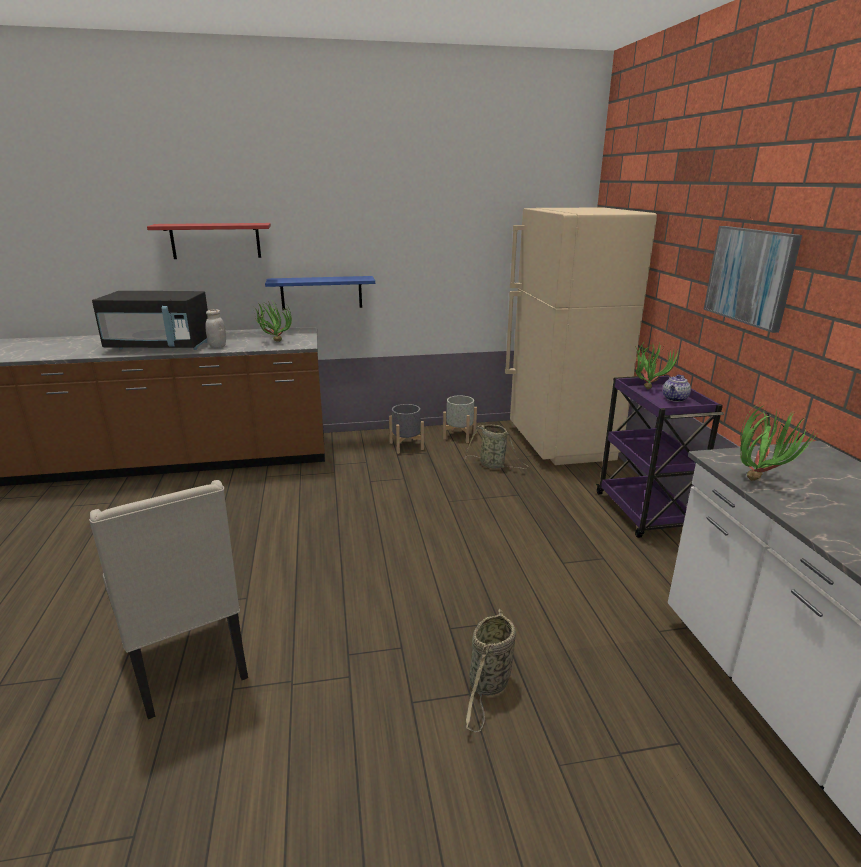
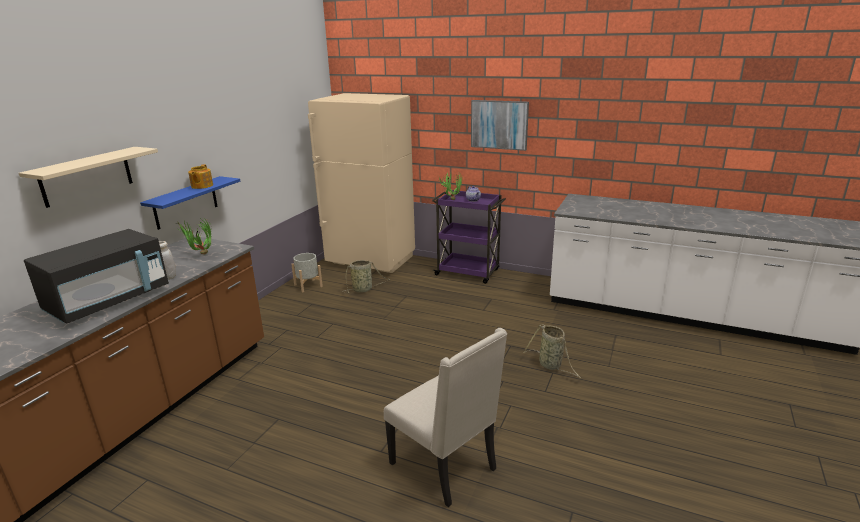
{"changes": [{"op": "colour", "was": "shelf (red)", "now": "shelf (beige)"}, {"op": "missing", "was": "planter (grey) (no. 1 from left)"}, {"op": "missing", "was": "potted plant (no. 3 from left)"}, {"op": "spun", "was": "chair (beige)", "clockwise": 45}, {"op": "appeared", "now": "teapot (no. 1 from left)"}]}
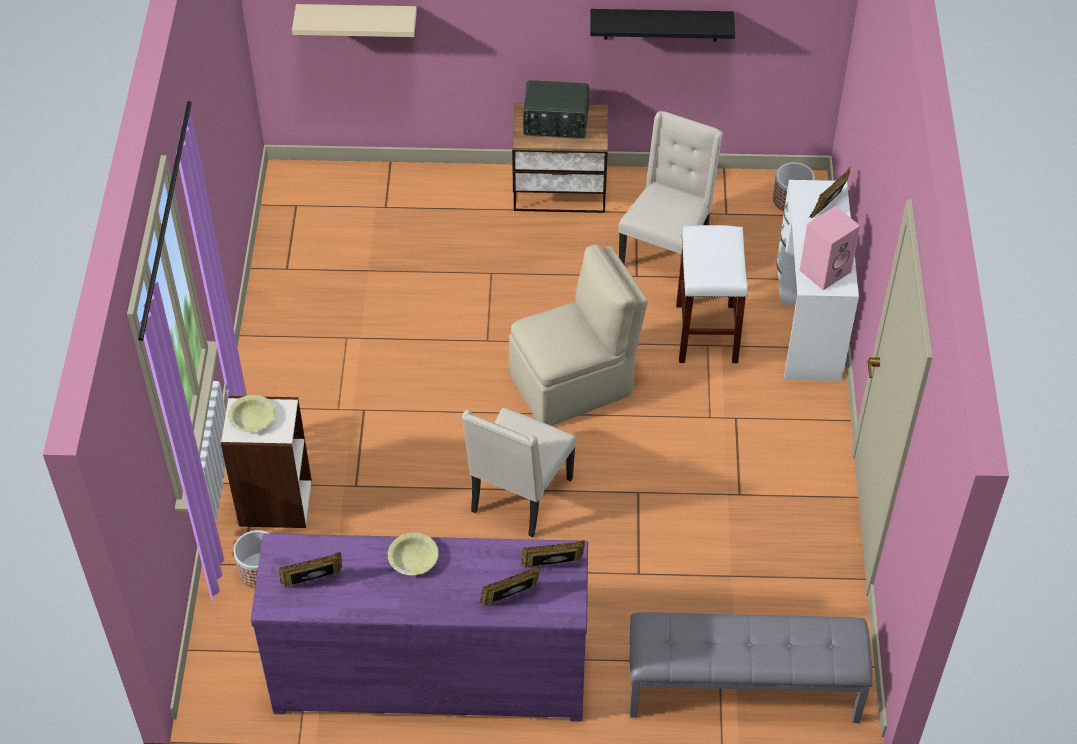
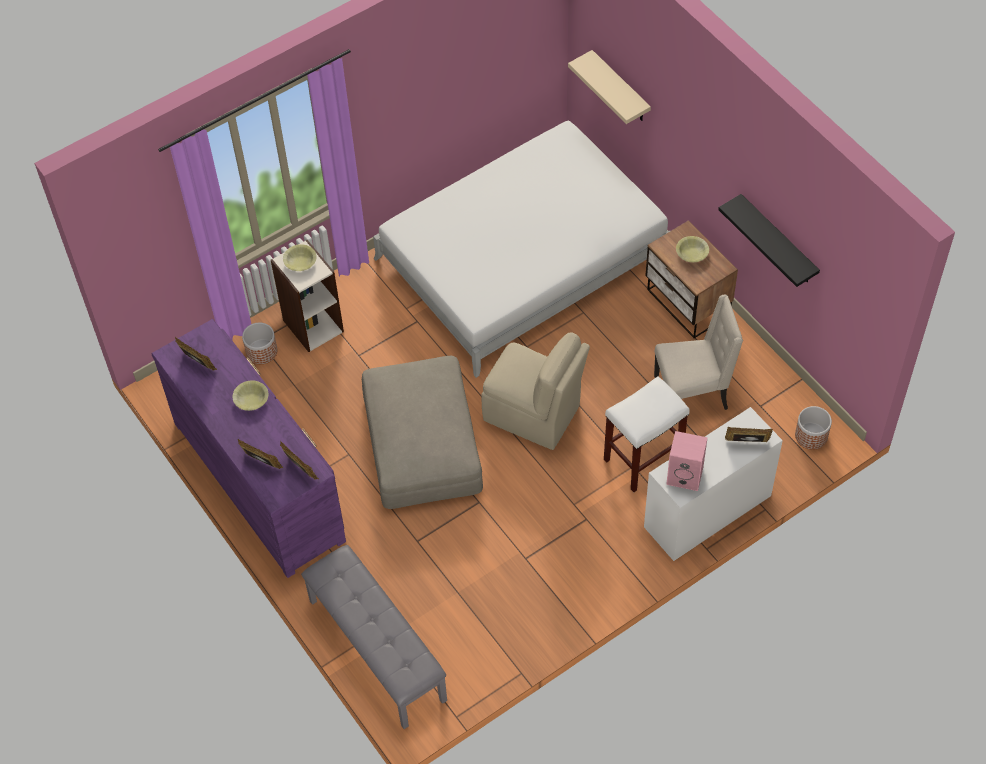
{"changes": [{"op": "exchanged", "was": "radio", "now": "bowl (yellow) (no. 3 from left)"}, {"op": "exchanged", "was": "chair (beige) (no. 1 from left)", "now": "ottoman (beige)"}, {"op": "appeared", "now": "bed (white)"}]}
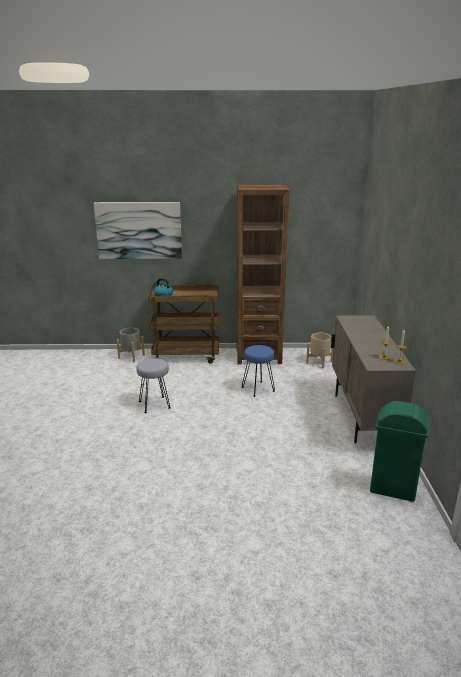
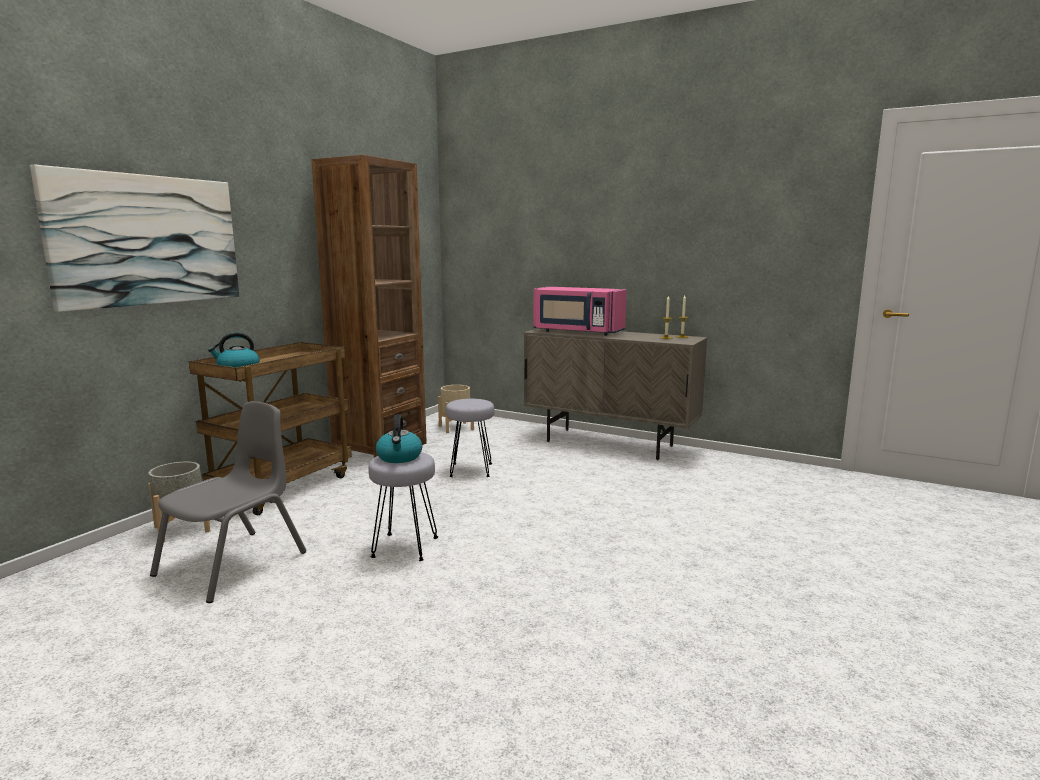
{"changes": [{"op": "colour", "was": "stool (blue)", "now": "stool (grey) (no. 2 from left)"}, {"op": "missing", "was": "trash can (green)"}, {"op": "appeared", "now": "microwave (pink)"}, {"op": "appeared", "now": "chair (grey)"}, {"op": "appeared", "now": "kettle (no. 2 from left)"}]}
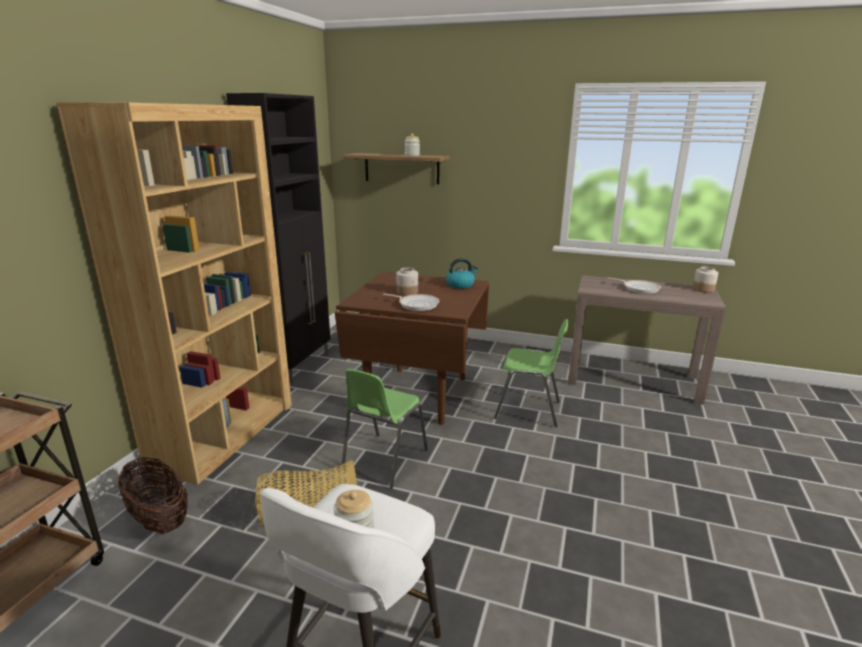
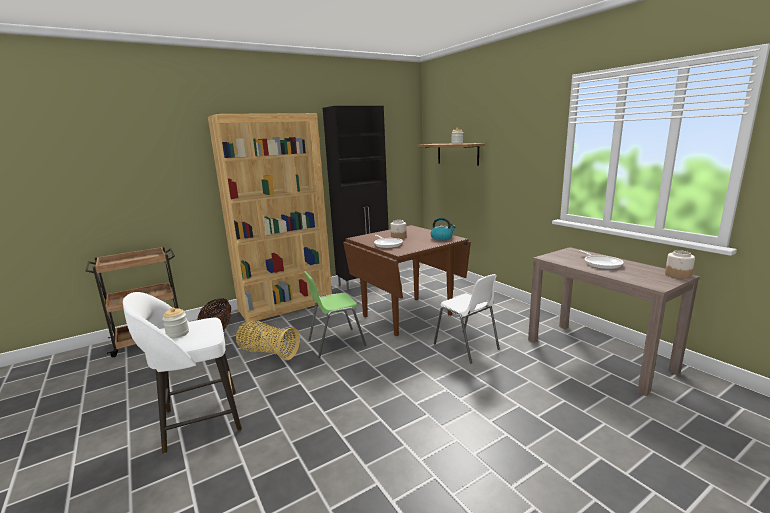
{"changes": [{"op": "colour", "was": "chair (green) (no. 2 from left)", "now": "chair (white)"}]}
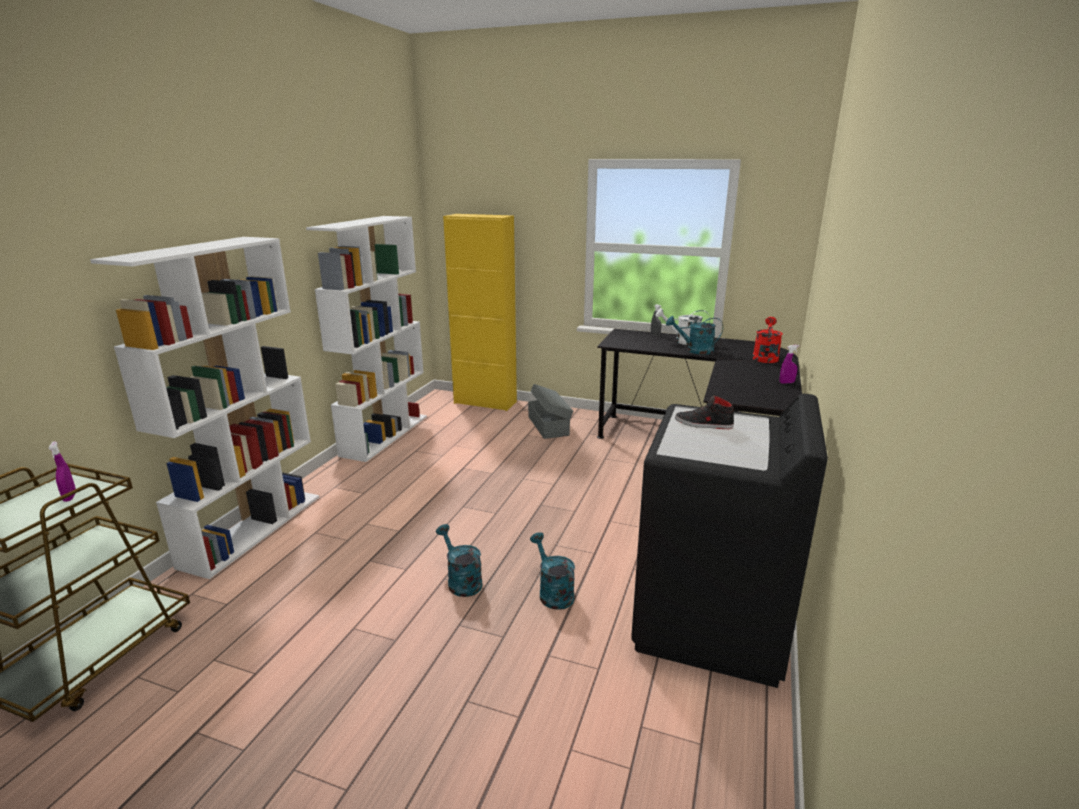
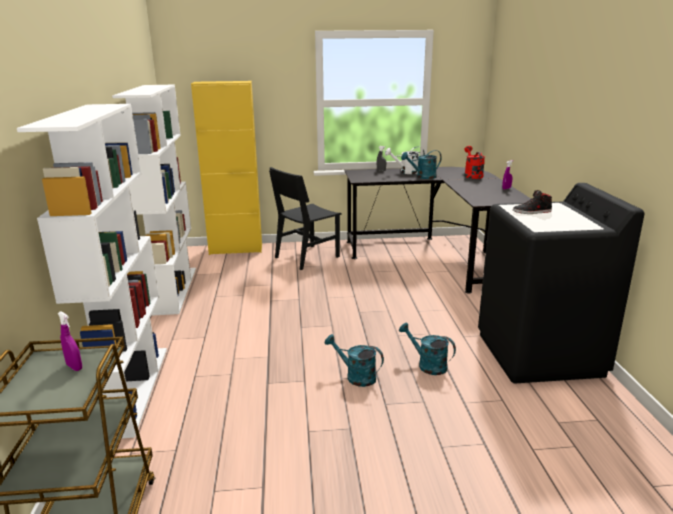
{"changes": [{"op": "exchanged", "was": "storage box (grey)", "now": "chair (black)"}]}
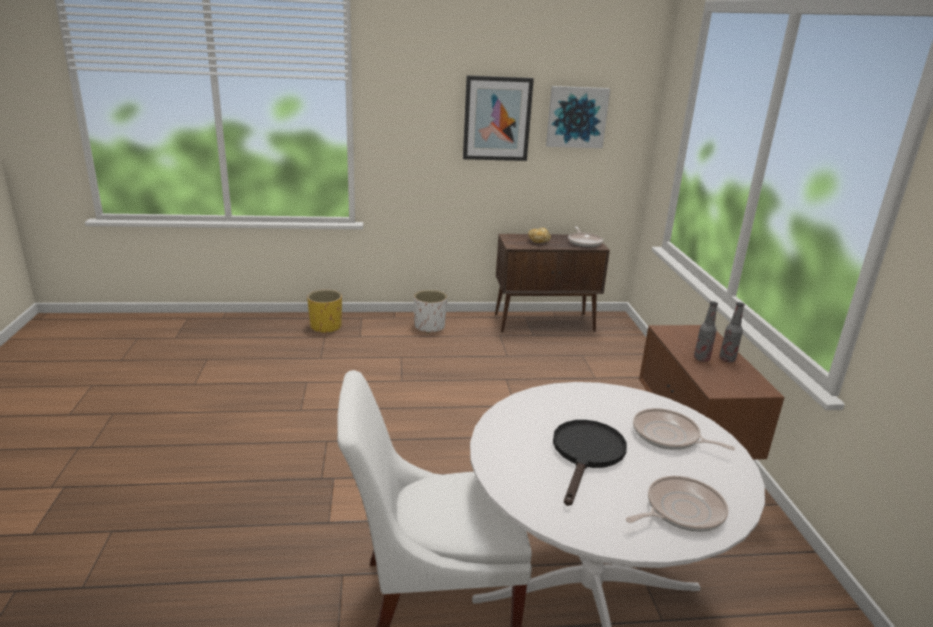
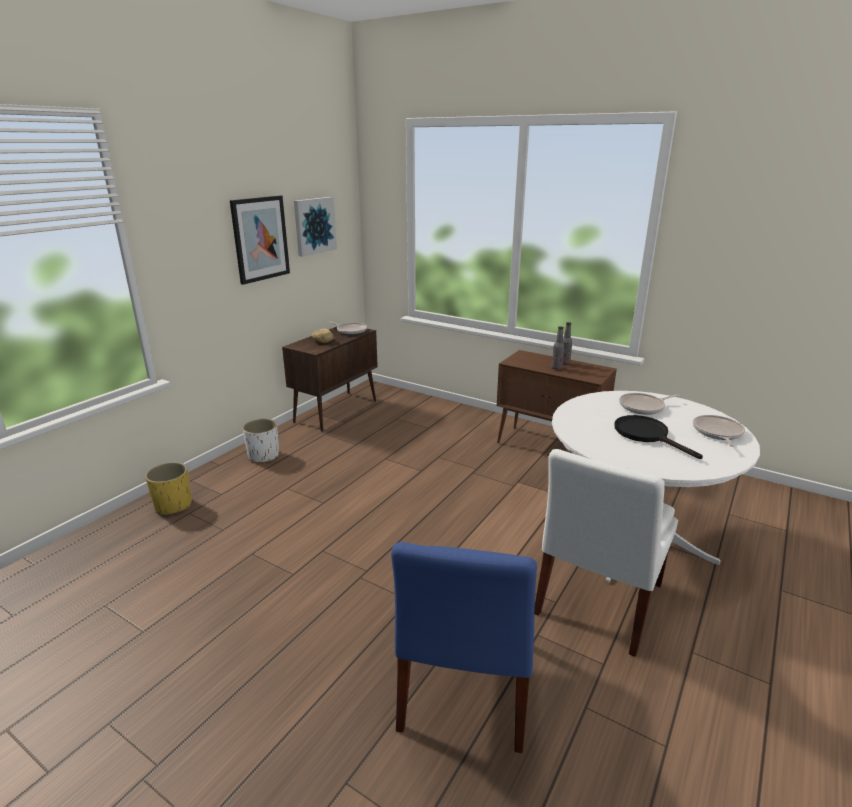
{"changes": [{"op": "appeared", "now": "chair (blue)"}]}
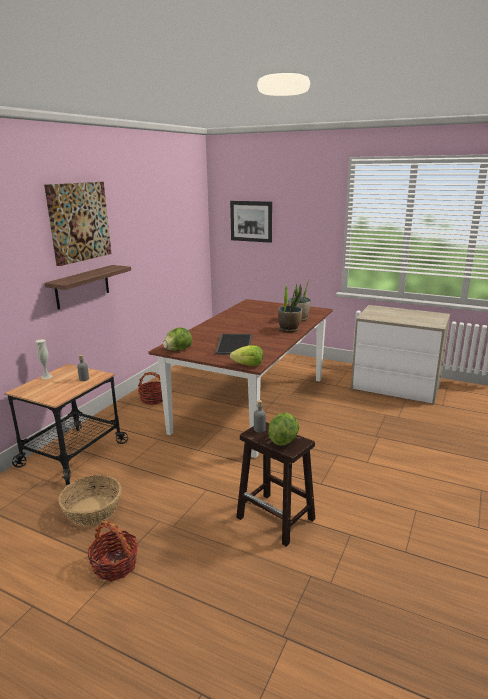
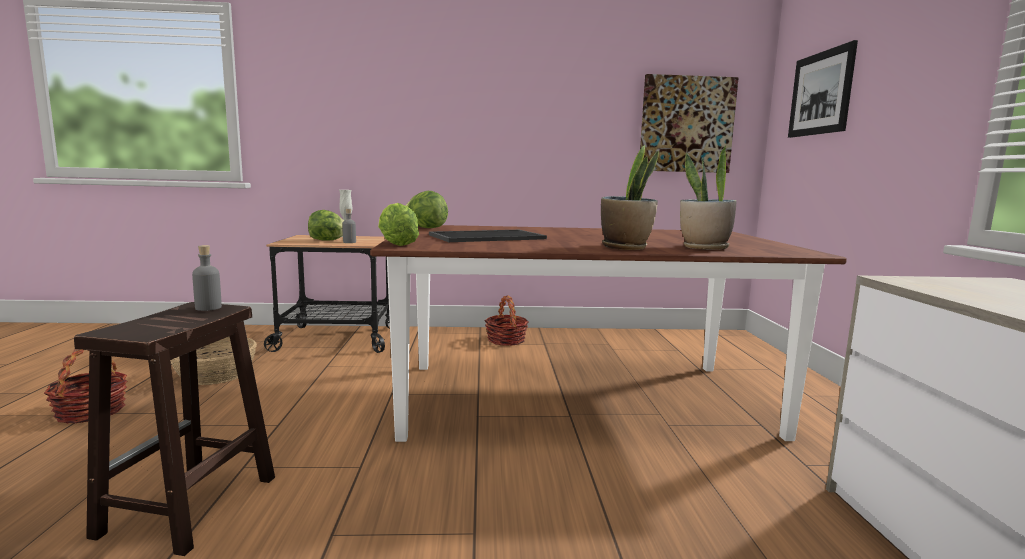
{"changes": [{"op": "relocated", "was": "picture (no. 1 from left)"}, {"op": "missing", "was": "shelf"}, {"op": "relocated", "was": "lettuce (no. 3 from left in the first image)", "now": "lettuce (no. 1 from left)"}]}
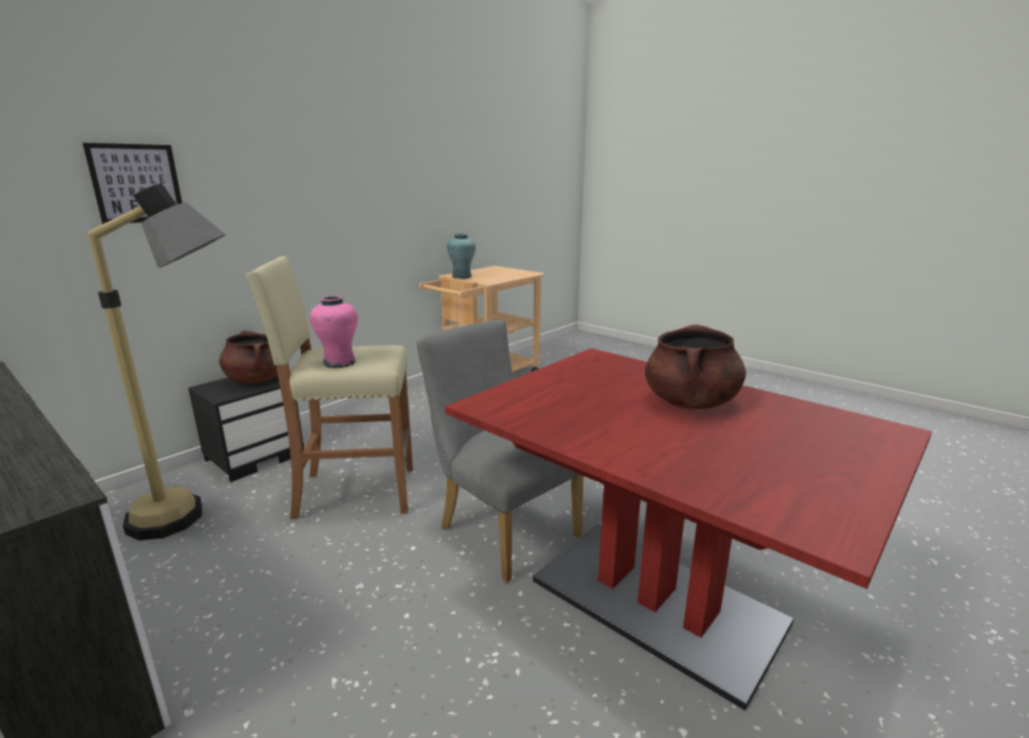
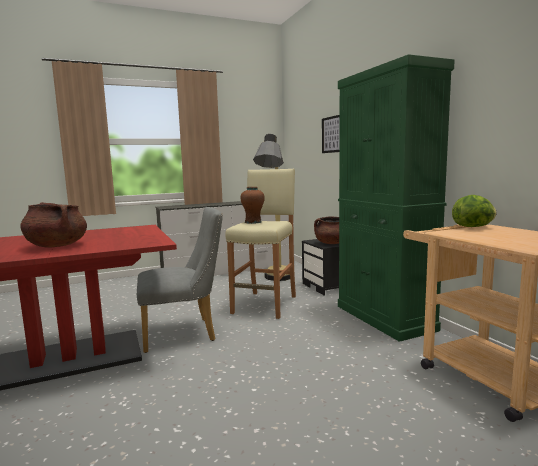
{"changes": [{"op": "exchanged", "was": "vase (turquoise)", "now": "lettuce"}, {"op": "colour", "was": "vase (pink)", "now": "vase (brown)"}, {"op": "appeared", "now": "cabinet (green)"}]}
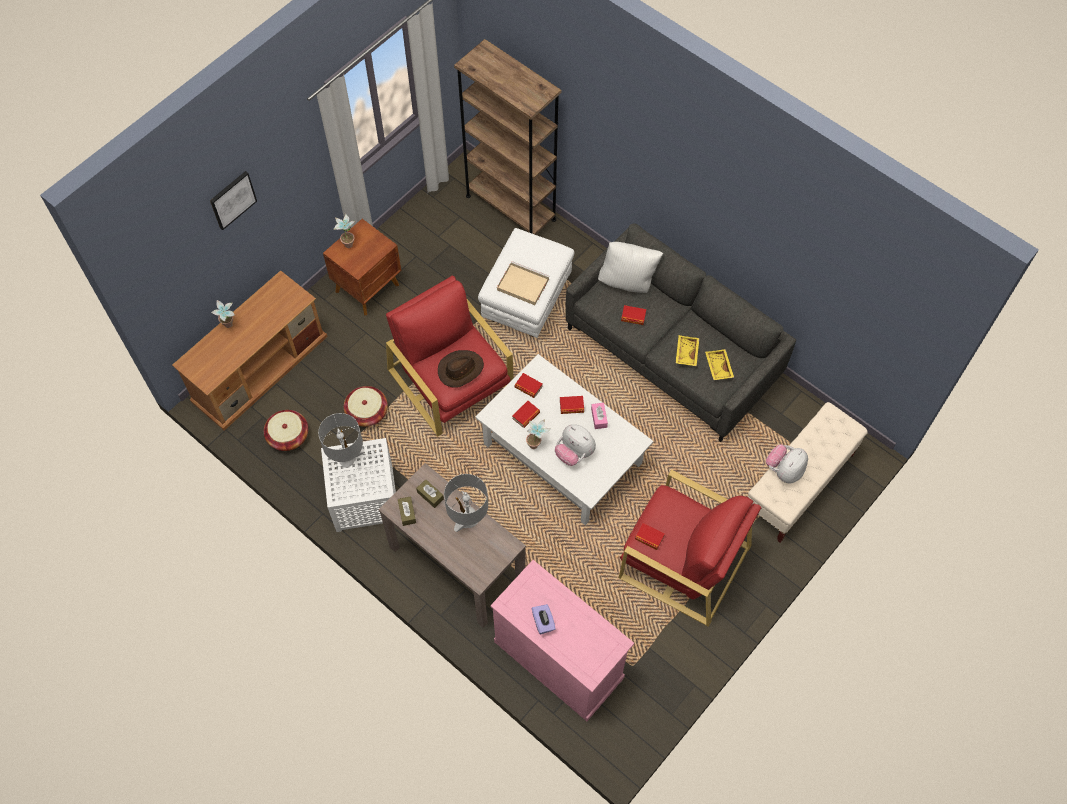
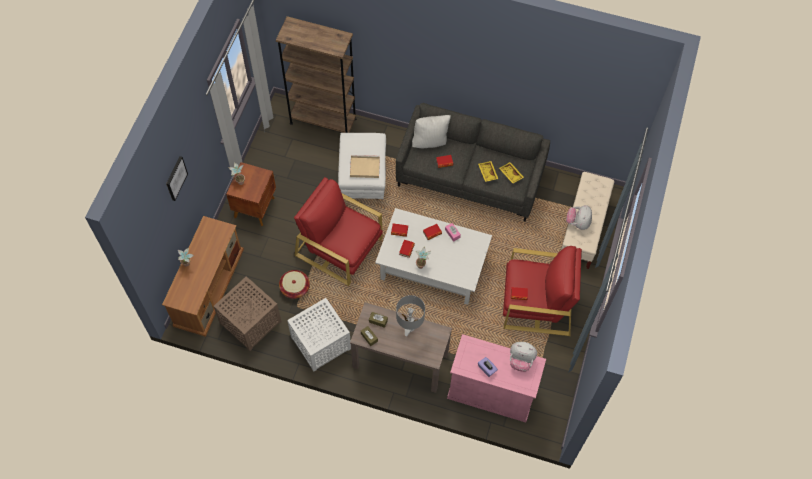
{"changes": [{"op": "missing", "was": "hat (brown)"}, {"op": "exchanged", "was": "basket (no. 1 from left)", "now": "side table (brown)"}, {"op": "missing", "was": "table lamp (grey) (no. 1 from left)"}, {"op": "relocated", "was": "plush toy (no. 1 from left)"}]}
